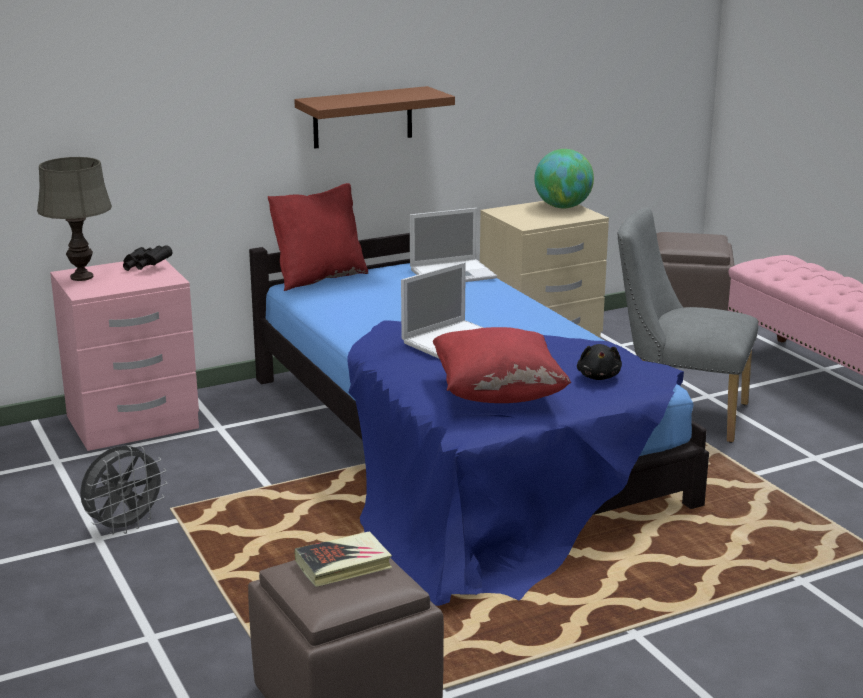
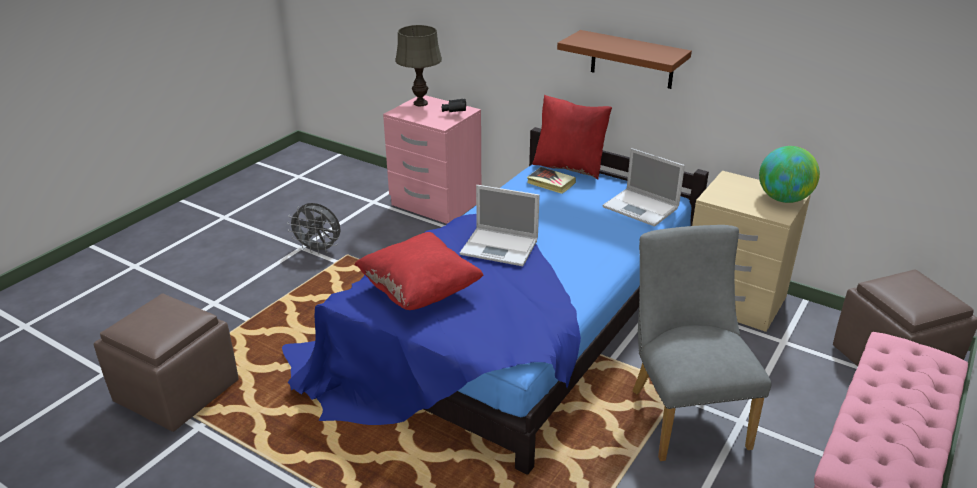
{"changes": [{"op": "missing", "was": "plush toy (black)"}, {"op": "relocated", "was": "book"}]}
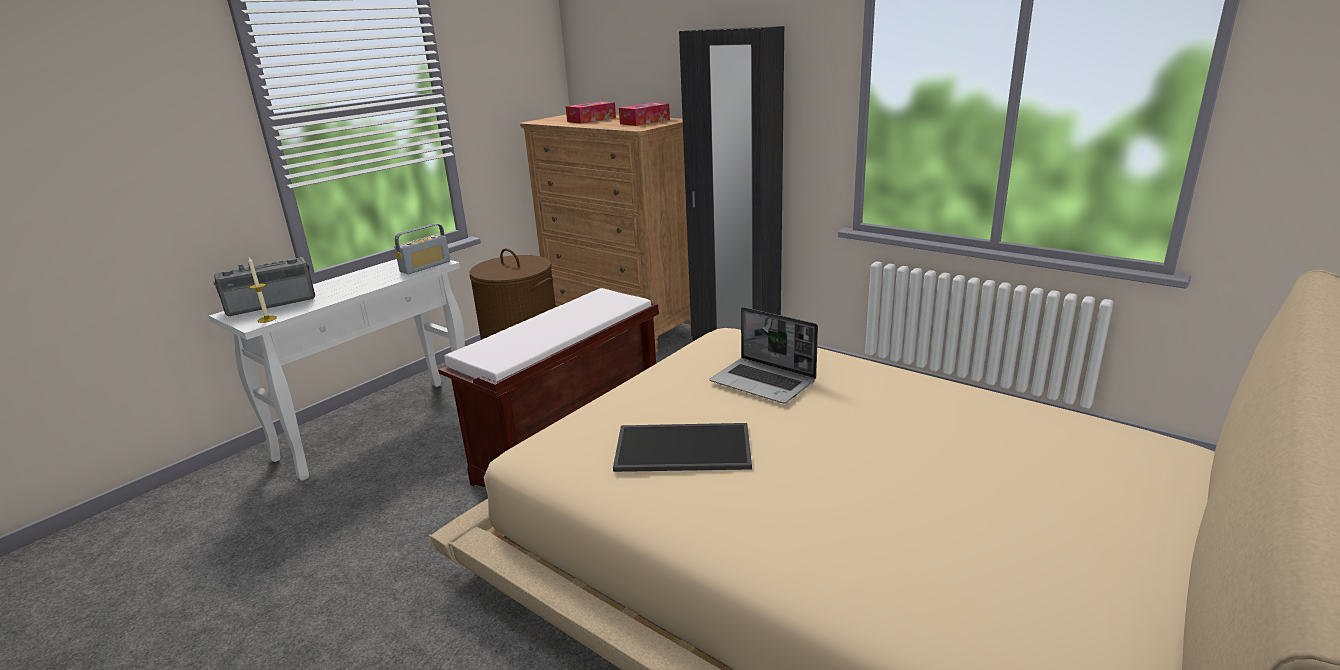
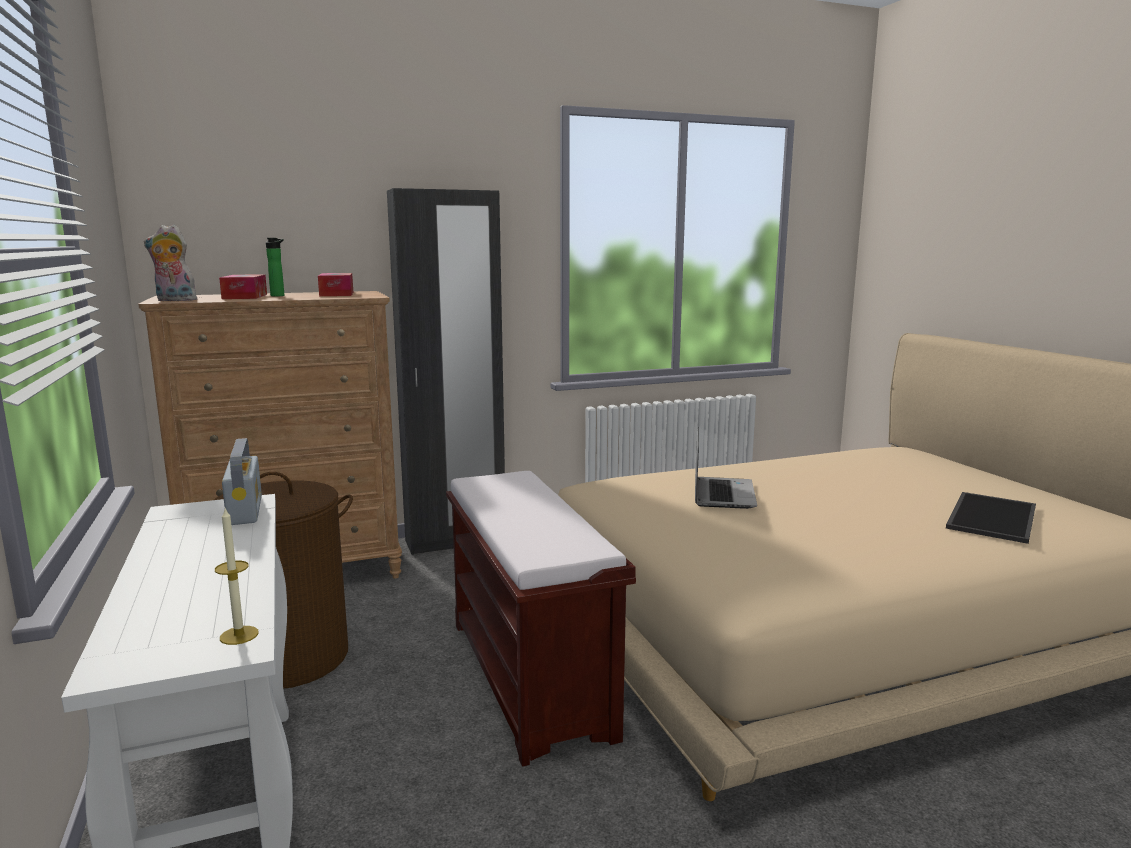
{"changes": [{"op": "missing", "was": "radio (no. 1 from left)"}, {"op": "spun", "was": "laptop", "clockwise": -60}, {"op": "relocated", "was": "tray"}, {"op": "appeared", "now": "plush toy"}, {"op": "appeared", "now": "bottle"}]}
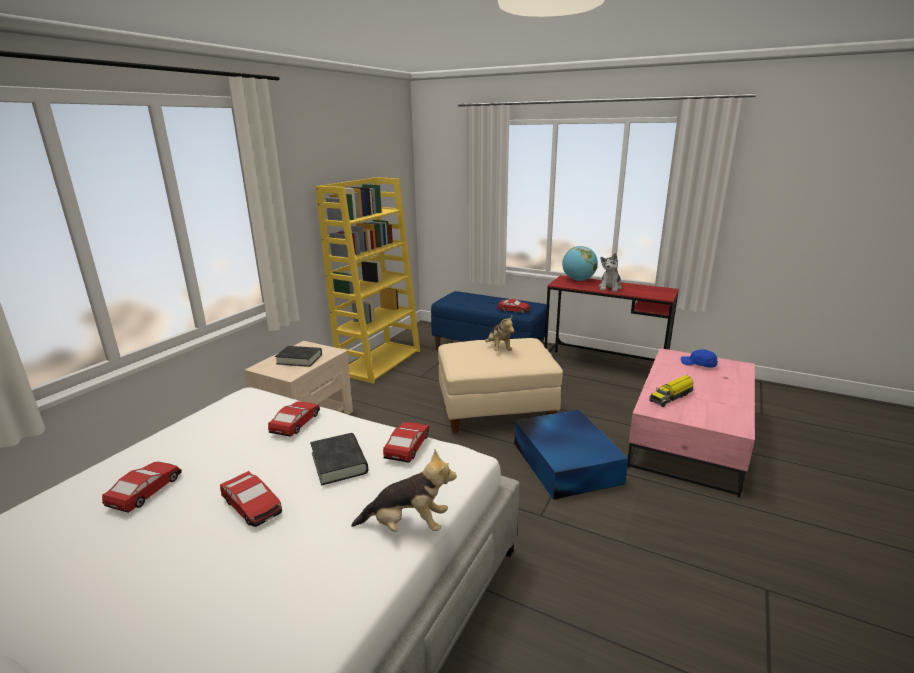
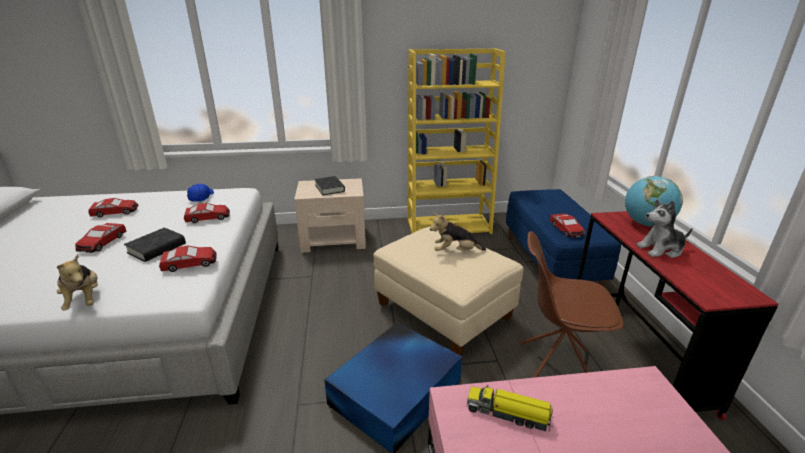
{"changes": [{"op": "spun", "was": "plush toy (no. 2 from left)", "clockwise": 45}, {"op": "relocated", "was": "cap (blue)"}, {"op": "appeared", "now": "chair (brown)"}]}
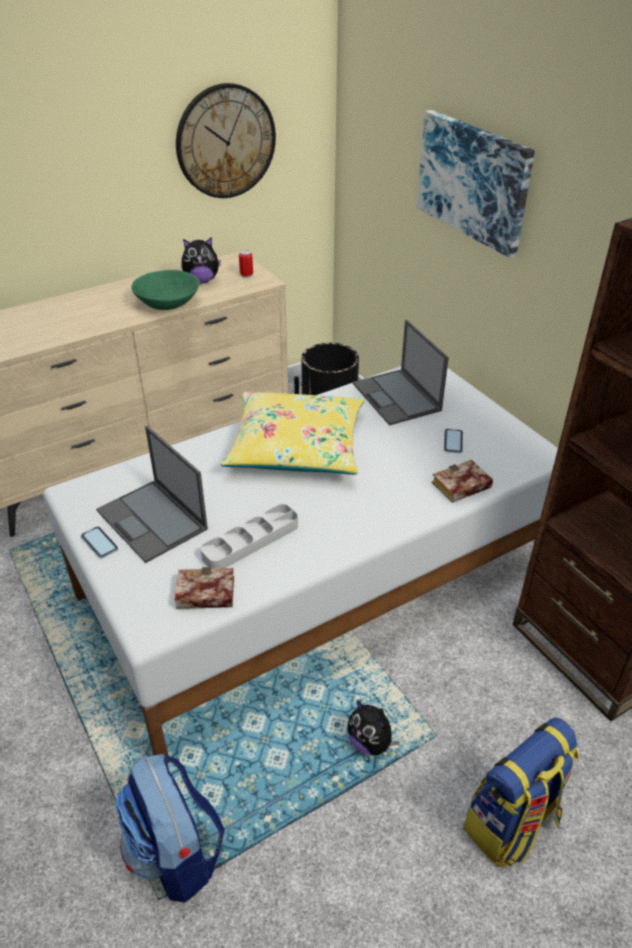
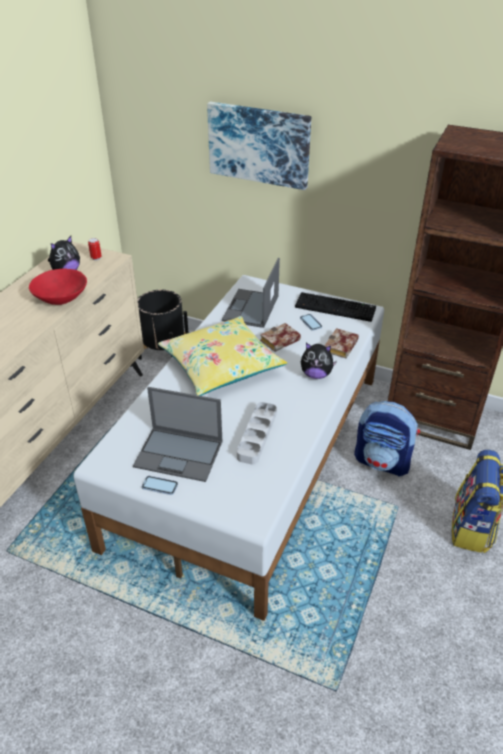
{"changes": [{"op": "missing", "was": "wall clock"}, {"op": "colour", "was": "bowl (green)", "now": "bowl (red)"}, {"op": "spun", "was": "laptop (no. 2 from left)", "clockwise": 75}, {"op": "relocated", "was": "book (no. 1 from left)"}, {"op": "relocated", "was": "plush toy (no. 2 from left)"}, {"op": "relocated", "was": "backpack (no. 1 from left)"}, {"op": "appeared", "now": "keyboard"}]}
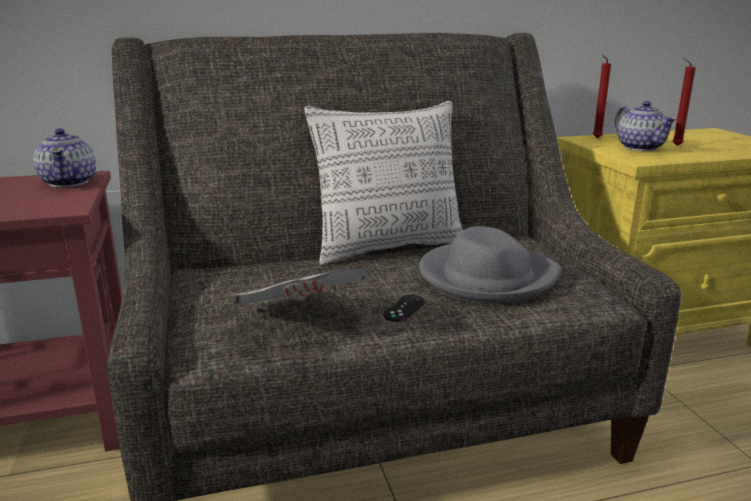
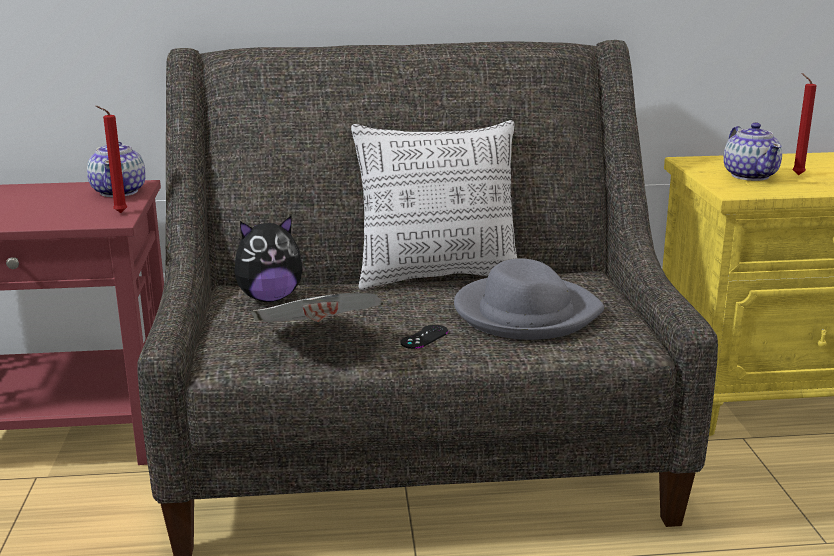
{"changes": [{"op": "relocated", "was": "candle (red) (no. 1 from left)"}, {"op": "appeared", "now": "plush toy"}]}
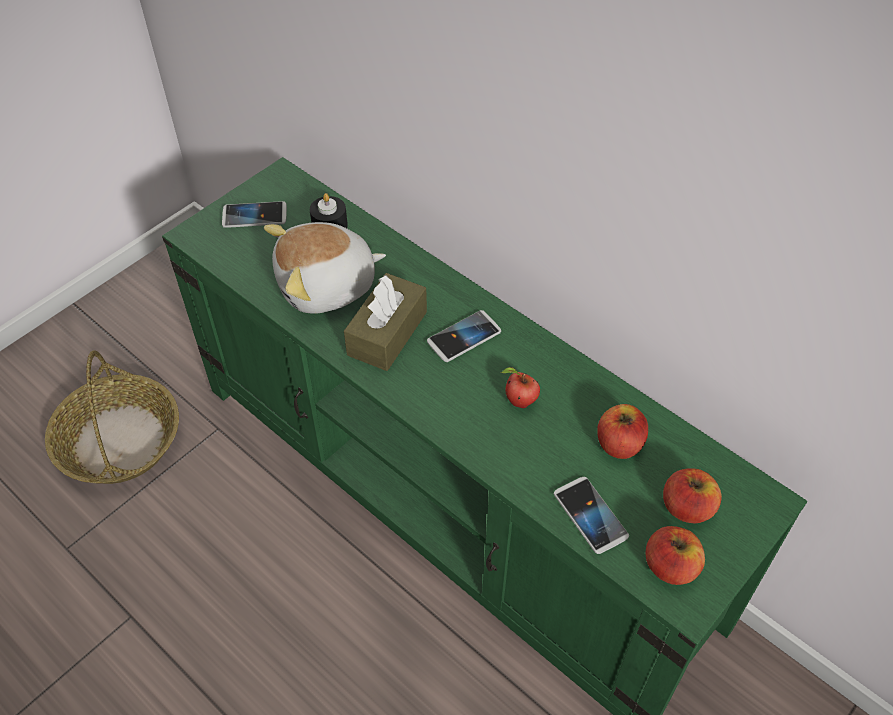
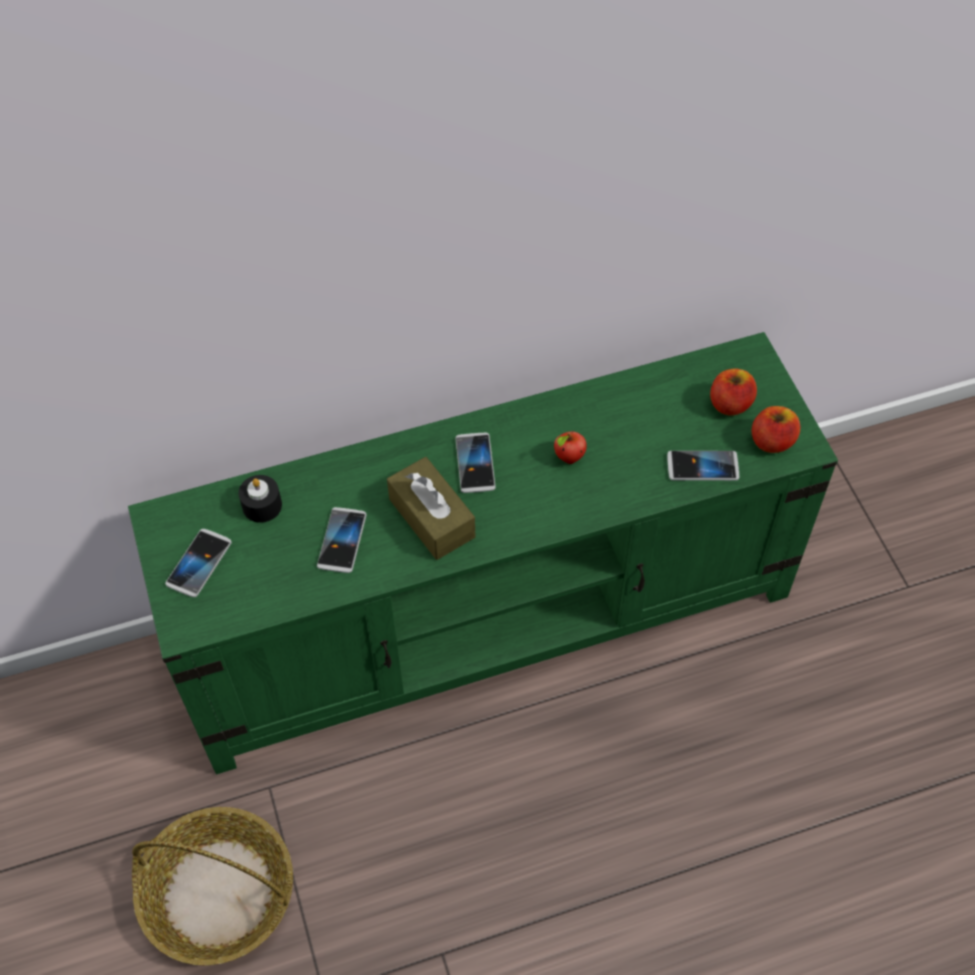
{"changes": [{"op": "exchanged", "was": "plush toy", "now": "phone (no. 2 from left)"}, {"op": "missing", "was": "apple (no. 2 from left)"}]}
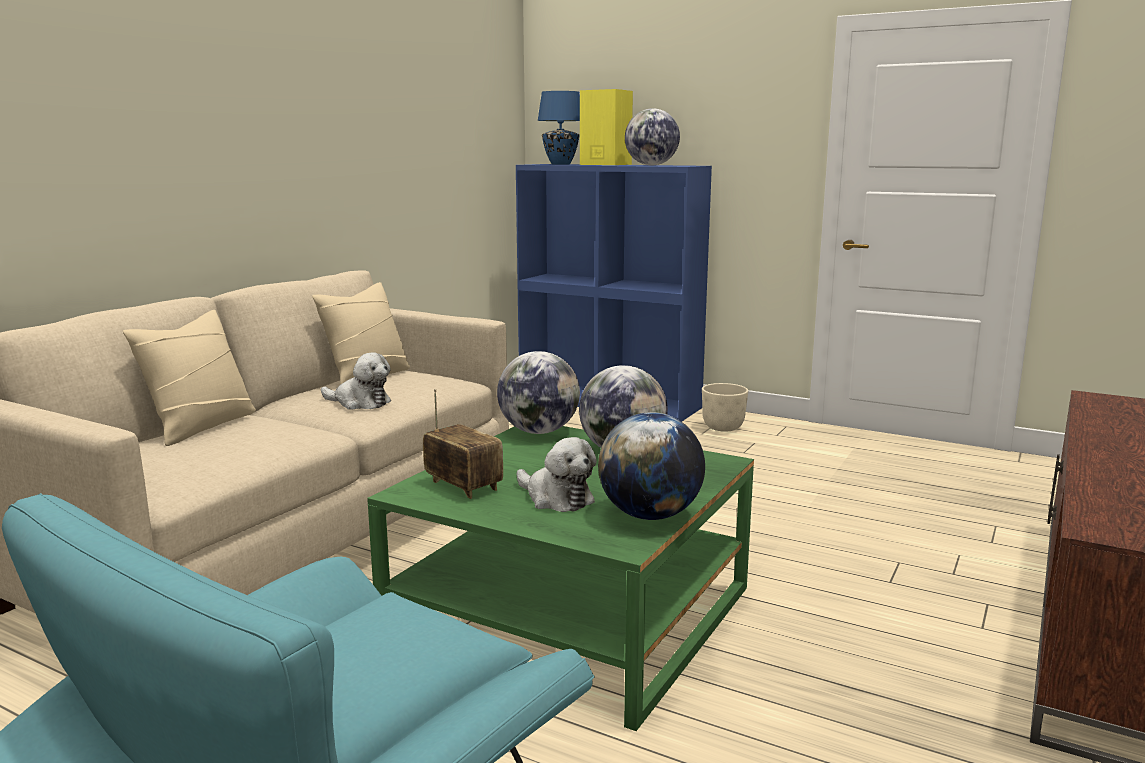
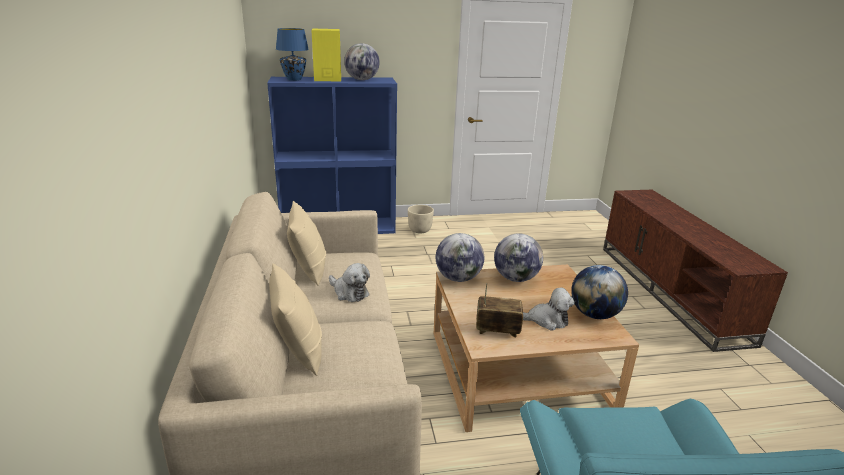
{"changes": [{"op": "spun", "was": "plush toy (no. 1 from left)", "clockwise": 60}, {"op": "colour", "was": "coffee table (green)", "now": "coffee table (beige)"}]}
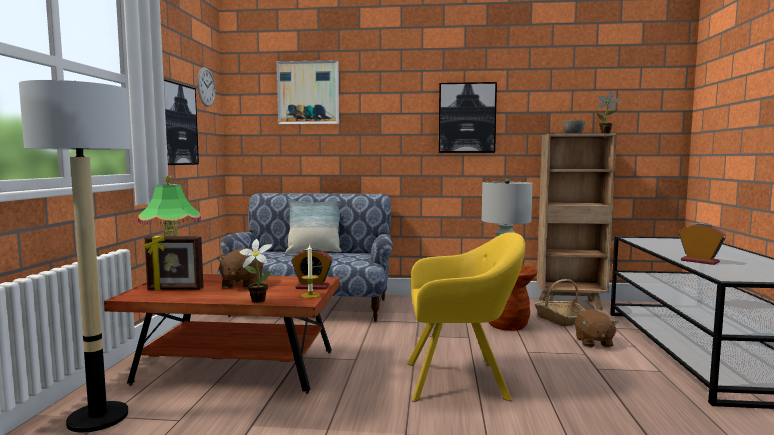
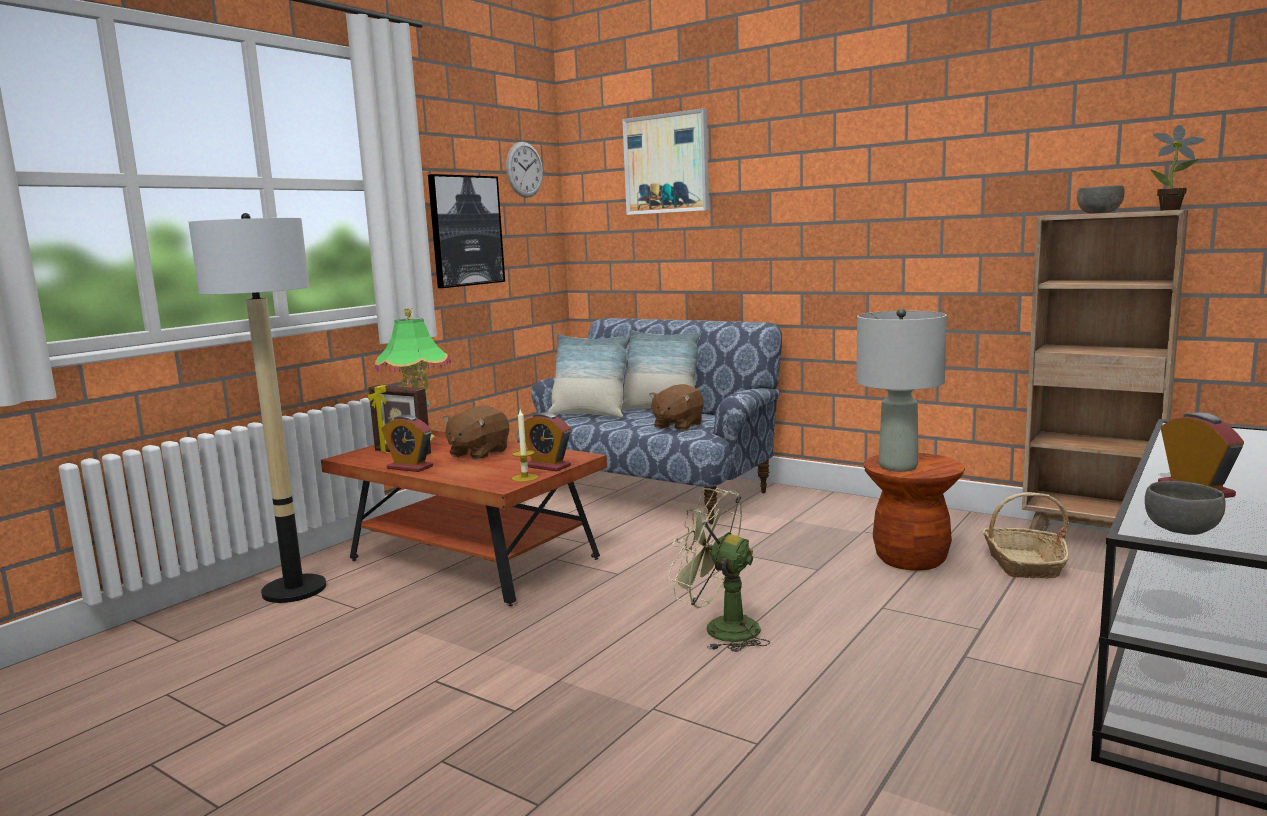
{"changes": [{"op": "missing", "was": "picture (no. 3 from left)"}, {"op": "exchanged", "was": "armchair (yellow)", "now": "fan (green)"}, {"op": "missing", "was": "potted plant (no. 1 from left)"}, {"op": "relocated", "was": "plush toy (brown) (no. 2 from left)"}, {"op": "appeared", "now": "pillow (no. 1 from left)"}, {"op": "appeared", "now": "alarm clock (no. 1 from left)"}, {"op": "appeared", "now": "bowl (grey) (no. 2 from left)"}]}
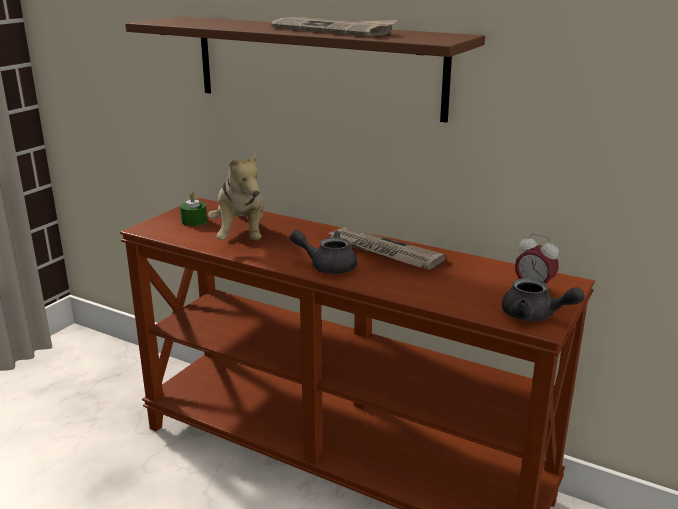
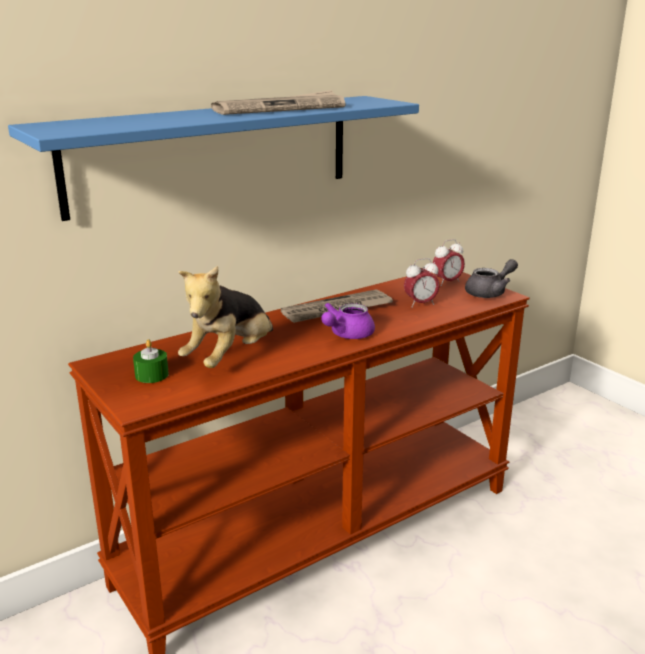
{"changes": [{"op": "colour", "was": "shelf (brown)", "now": "shelf (blue)"}, {"op": "spun", "was": "plush toy", "clockwise": 105}, {"op": "colour", "was": "teapot (grey) (no. 1 from left)", "now": "teapot (purple)"}, {"op": "appeared", "now": "alarm clock (no. 1 from left)"}]}
